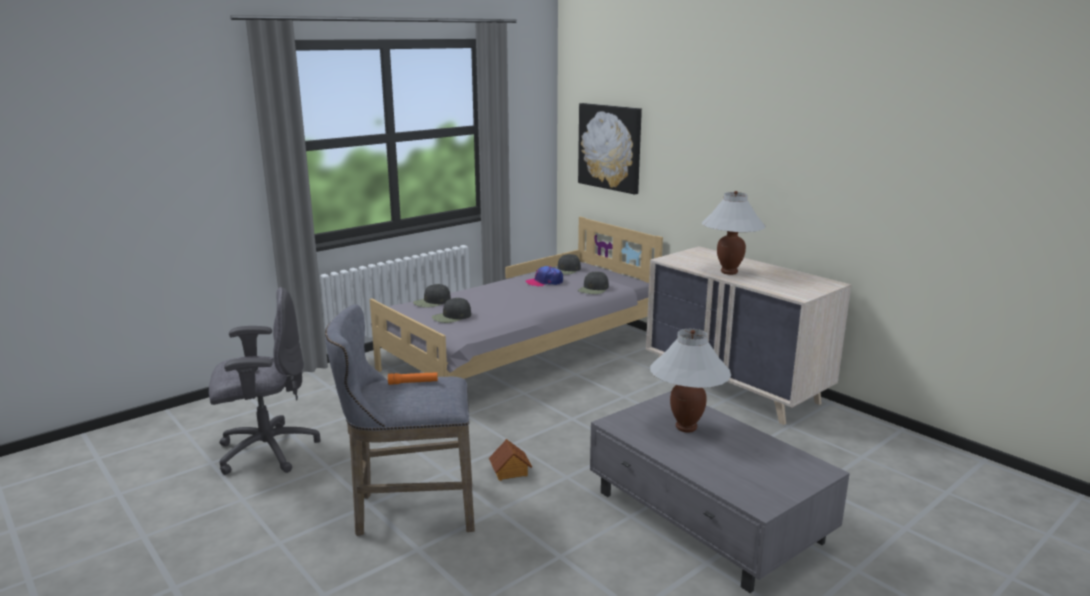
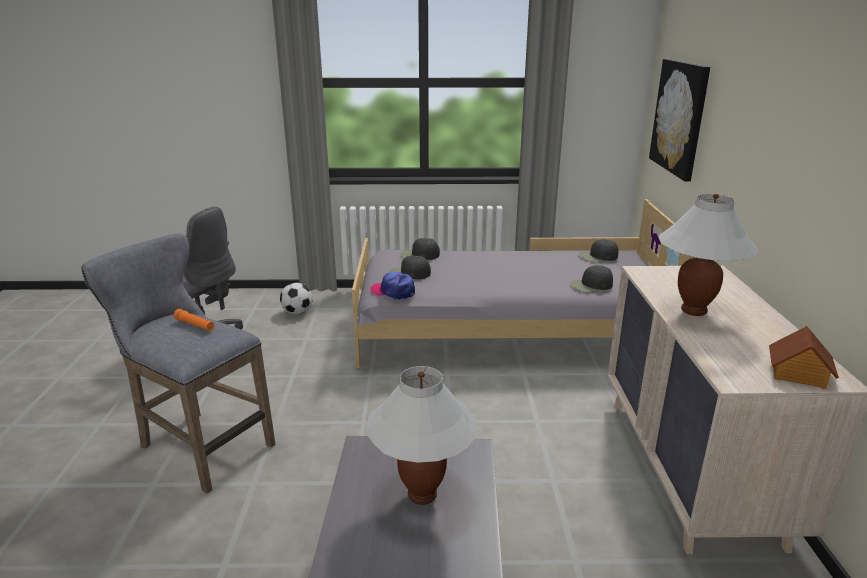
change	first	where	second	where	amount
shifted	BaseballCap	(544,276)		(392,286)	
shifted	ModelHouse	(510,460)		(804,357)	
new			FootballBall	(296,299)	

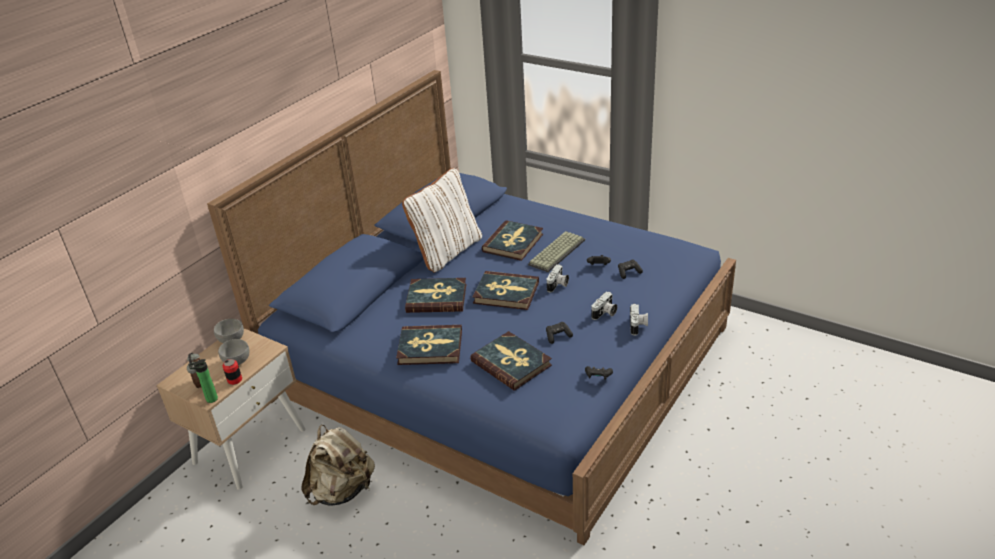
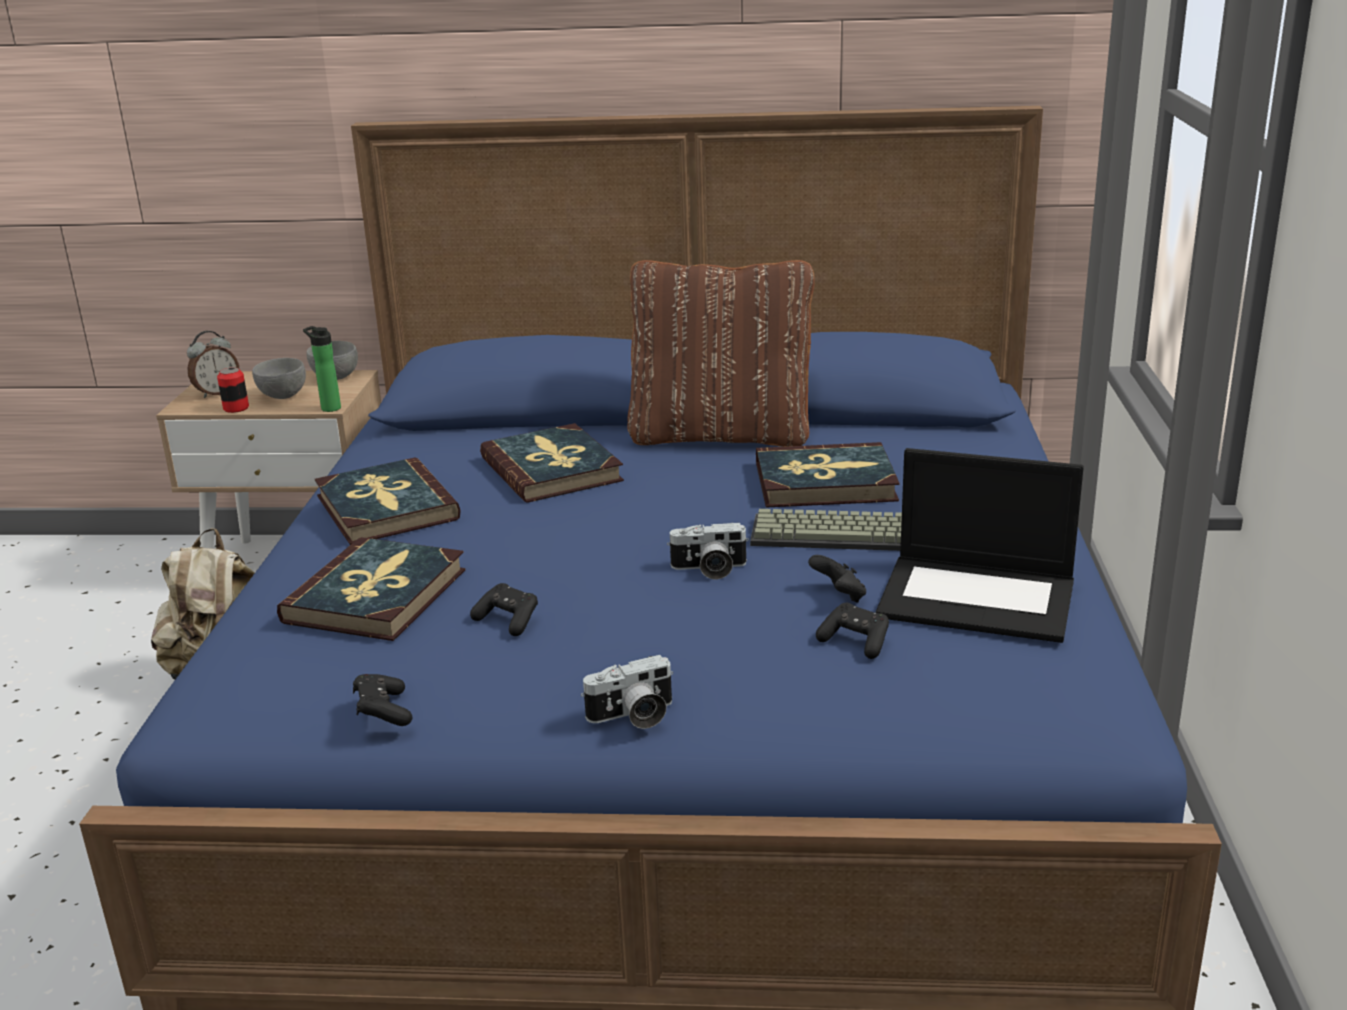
change	first	where	second	where	amount
repainted	WhitishCushion	(442,220)	BrownColouredCushion	(721,353)	
gone	Volume	(505,290)			
gone	PhotoCamera	(604,305)			
shifted	DrinkBottle	(203,381)		(322,369)	
new			Laptop	(980,545)	

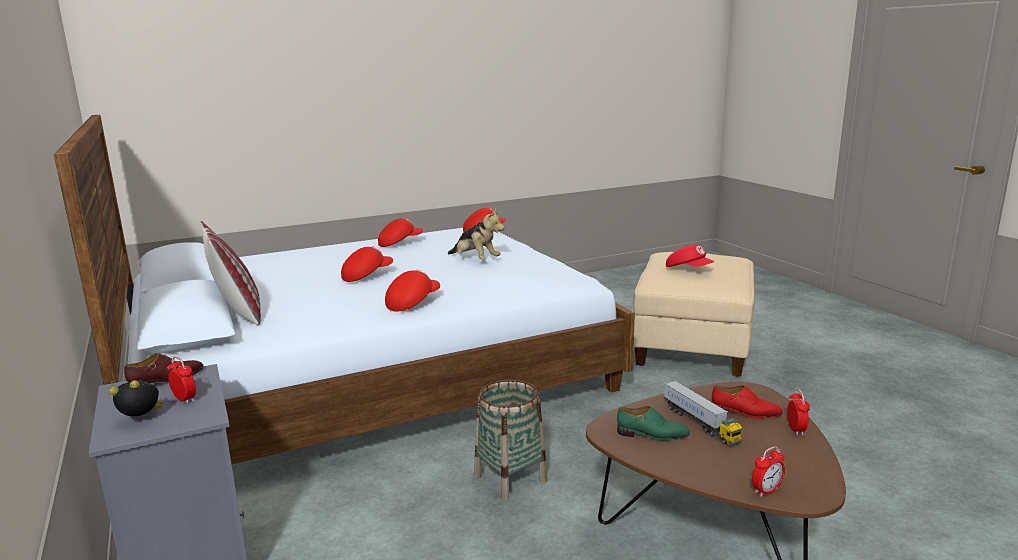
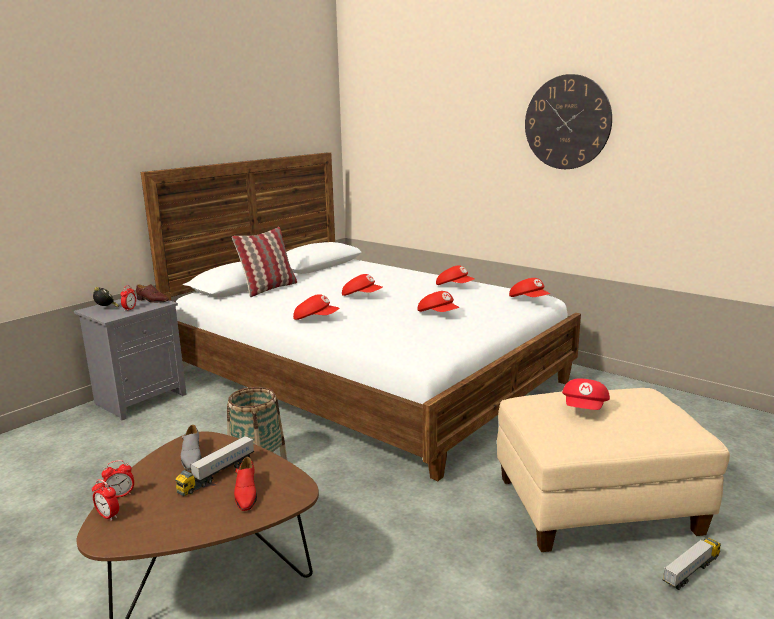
change	first	where	second	where	amount
swapped	CuddlyToy	(476,233)	RedBaseballCap	(439,301)	
shifted	TableClock	(798,412)		(117,479)	
repainted	GreenShoe	(653,423)	GreyShoe	(191,448)	
new			WallClock	(568,121)	
new			ToyTruck	(692,564)	

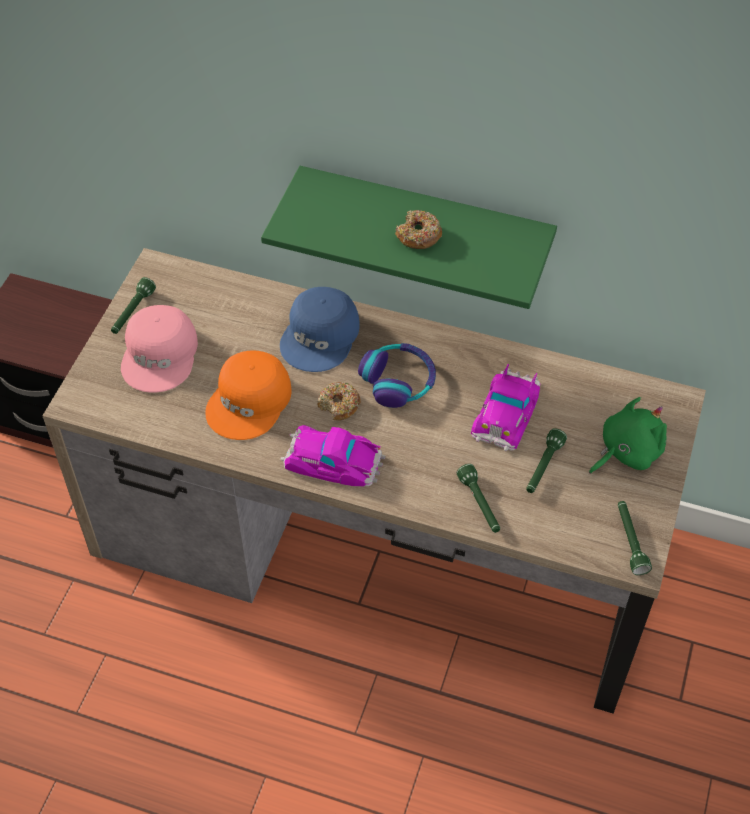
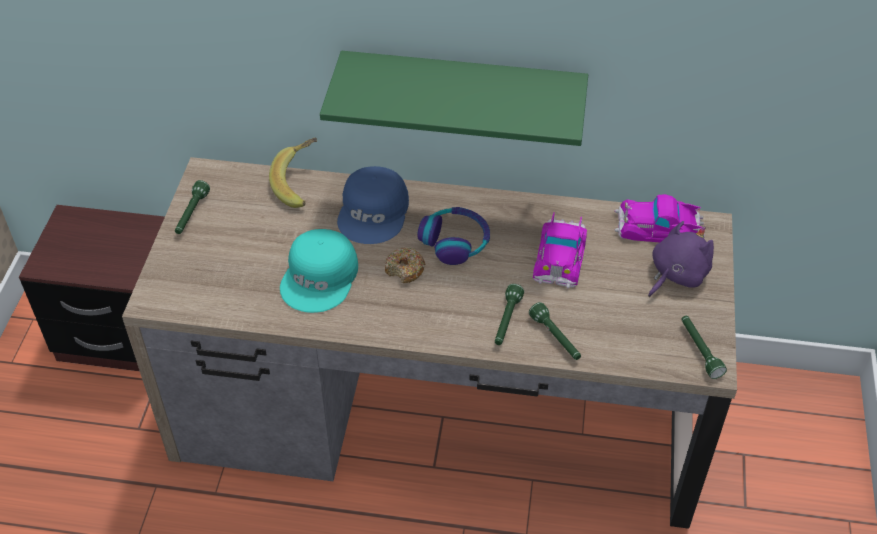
change	first	where	second	where	amount
gone	Donut	(418,229)			
gone	PinkBaseballCap	(159,349)			
repainted	OrangeBaseballCap	(248,395)	TurquoiseBaseballCap	(319,271)	
repainted	GreenCuddlyToy	(628,435)	PurplishCuddlyToy	(681,259)	
shifted	MiniatureCar	(332,455)		(659,218)	
shifted	GreenFlashlight	(546,460)		(509,314)	
new			BananaFruit	(293,172)	

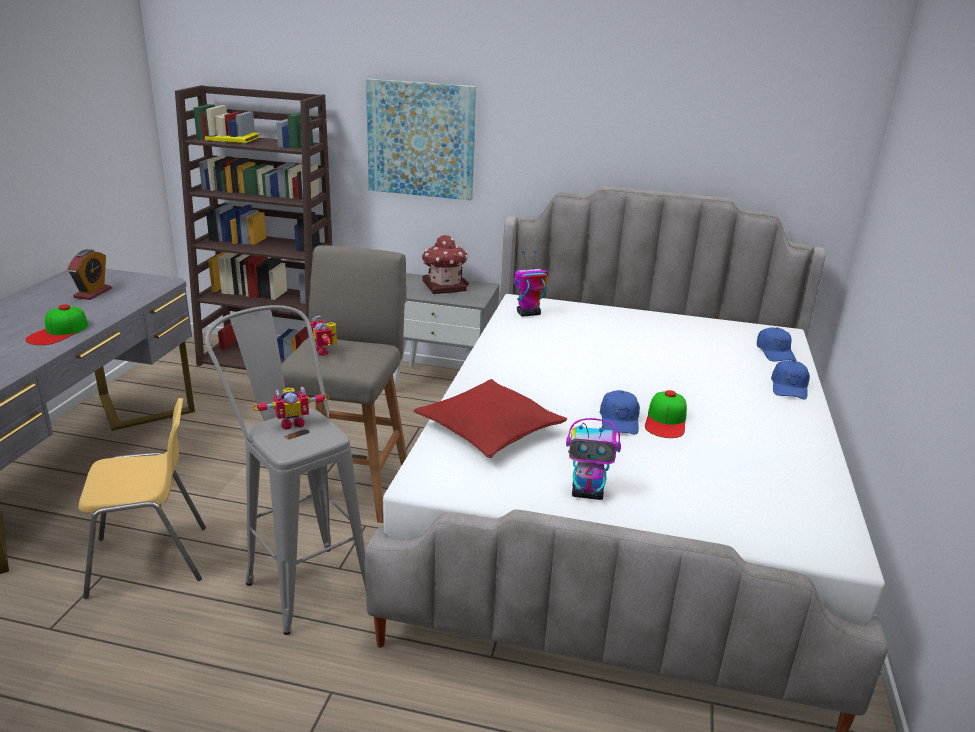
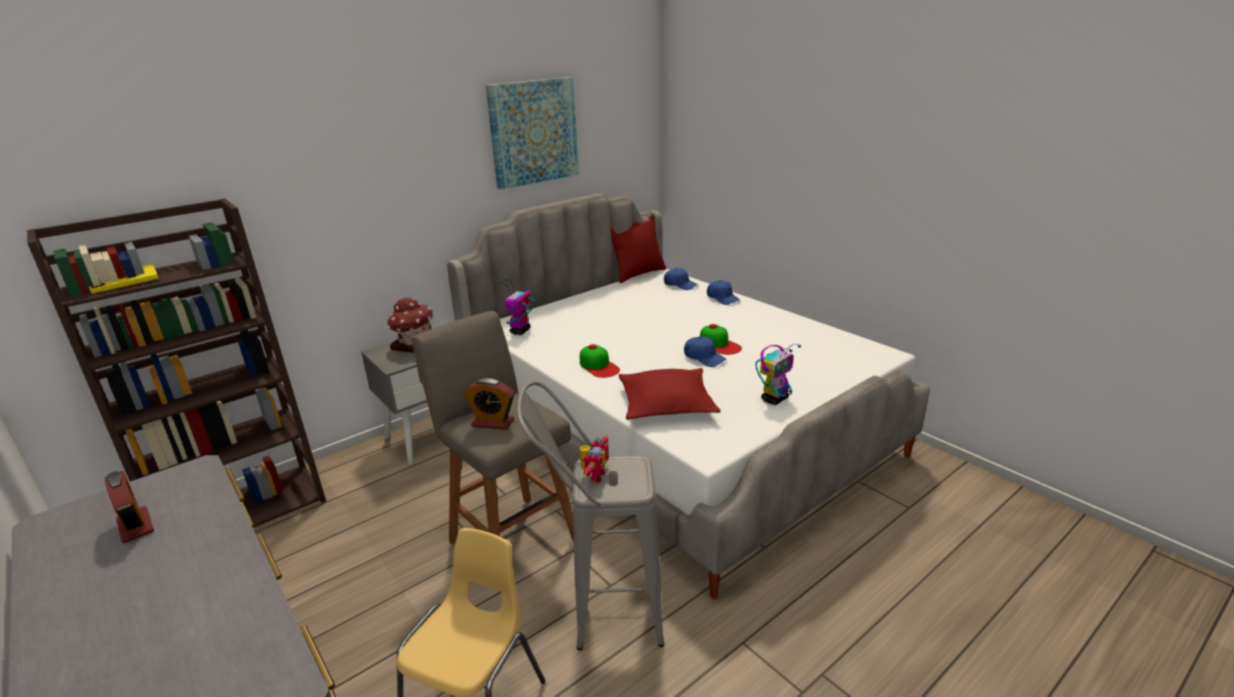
change	first	where	second	where	amount
shifted	Picture	(421,139)		(532,133)	
shifted	BaseballCap	(56,324)		(600,361)	
swapped	ToyRobot	(323,336)	TableClock	(489,404)	
new			RedCushion	(638,248)	

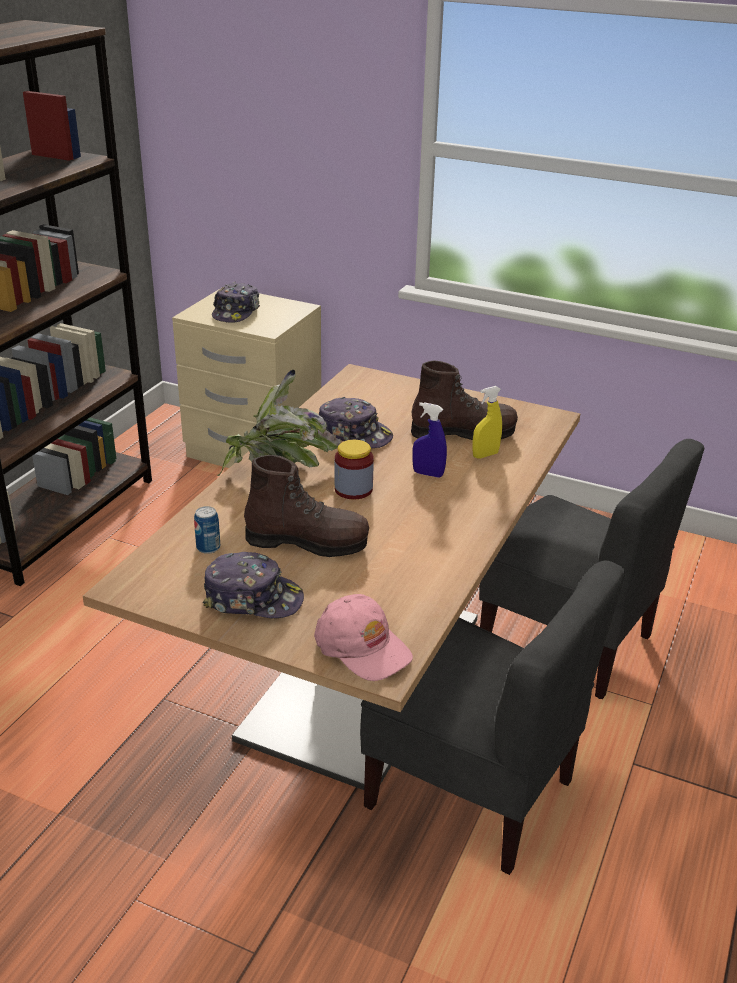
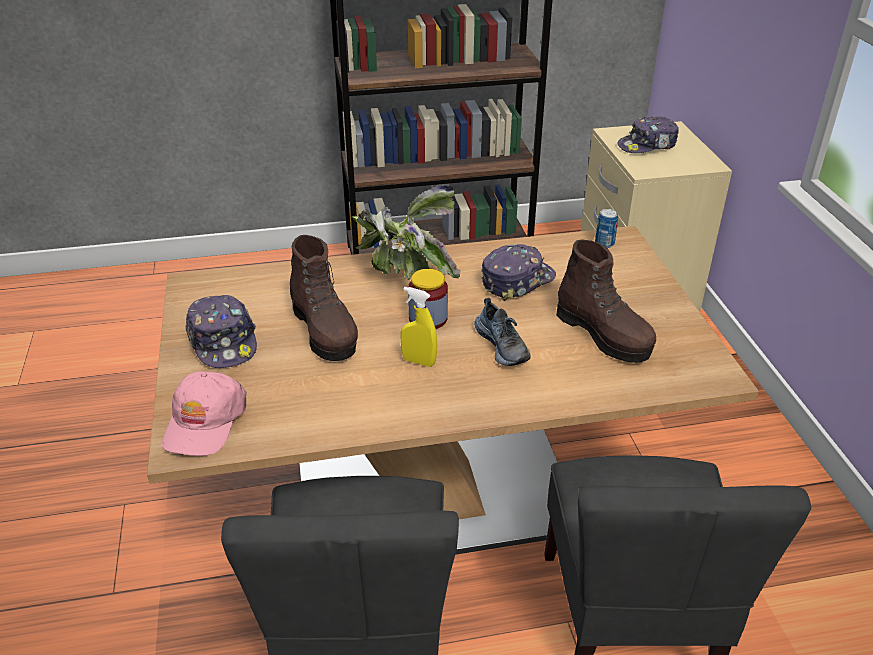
change	first	where	second	where	amount
shifted	YellowSprayer	(487,422)		(418,327)	
rotated	BaseballCap	(356,422)		(518,272)	120 degrees counterclockwise
swapped	BluishSprayer	(429,439)	Shoe	(502,332)	
shifted	Can	(207,530)		(606,228)	

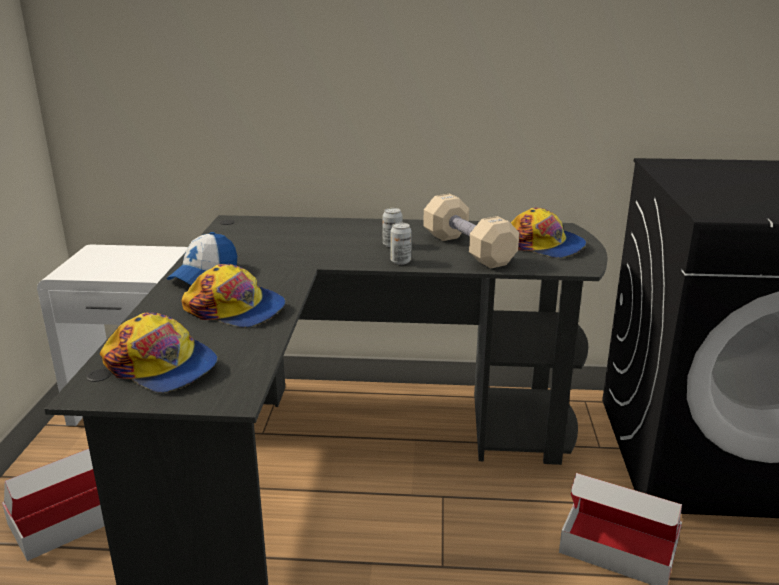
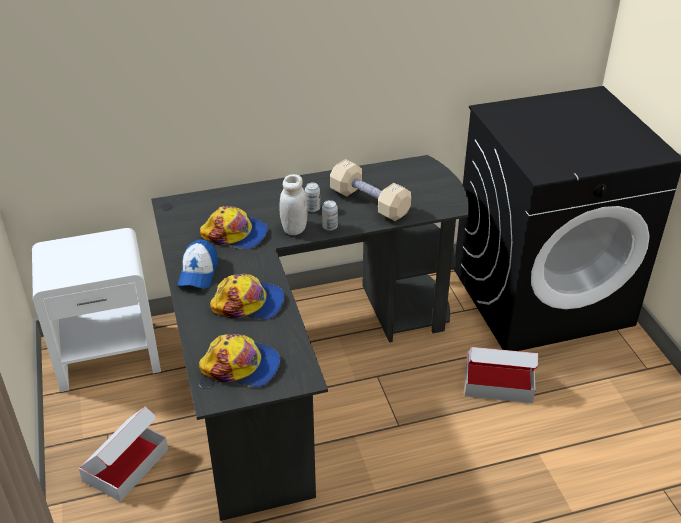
change	first	where	second	where	amount
shifted	BaseballCap	(548,233)		(234,227)	
new			WhitishStorageJar	(293,204)	

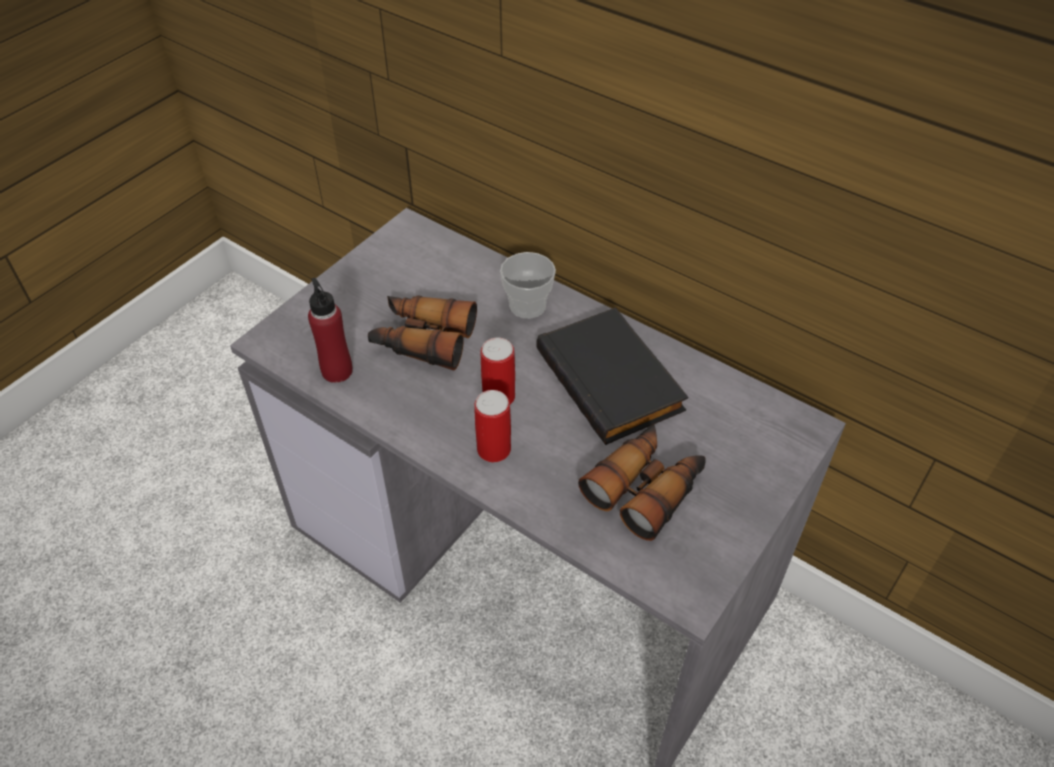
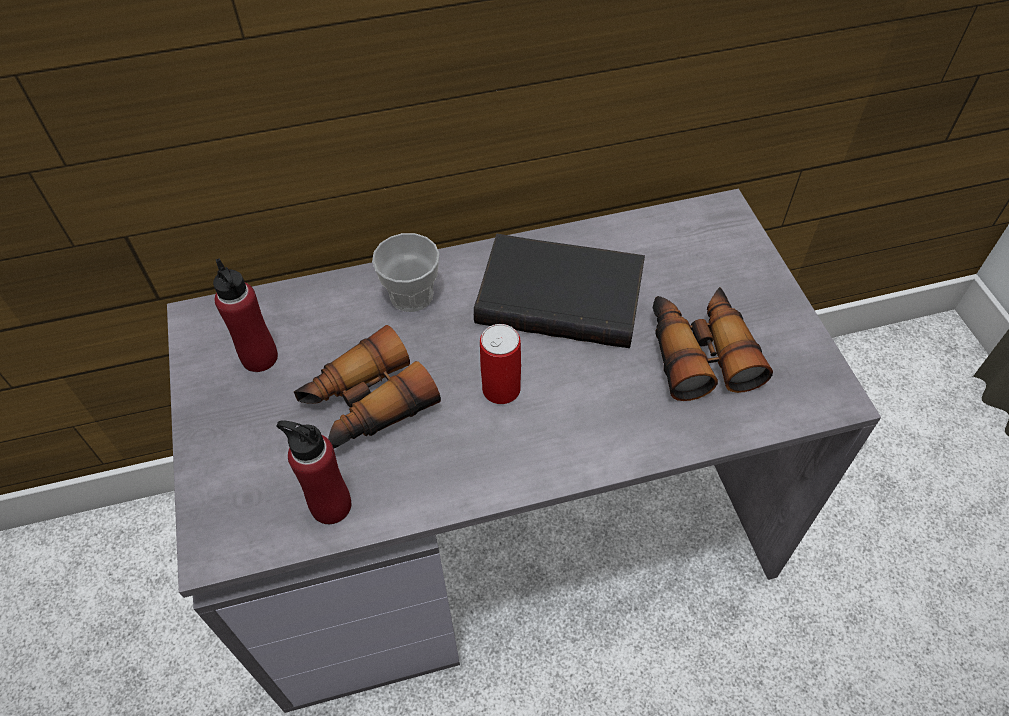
change	first	where	second	where	amount
gone	Can	(492,426)			
new			RedDrinkBottle	(245,315)	

